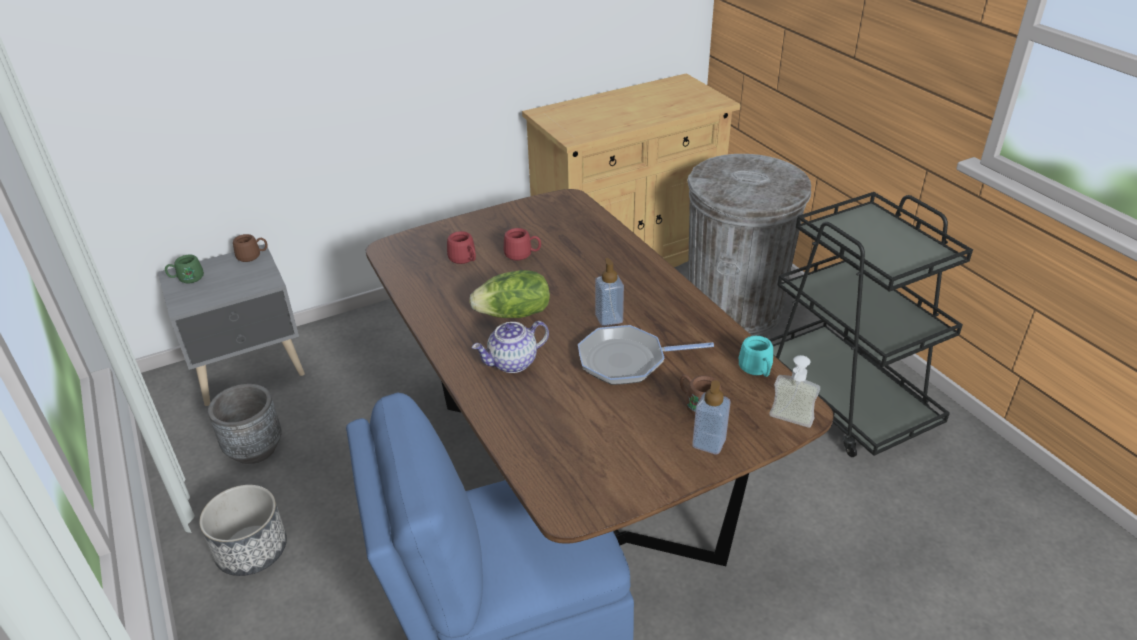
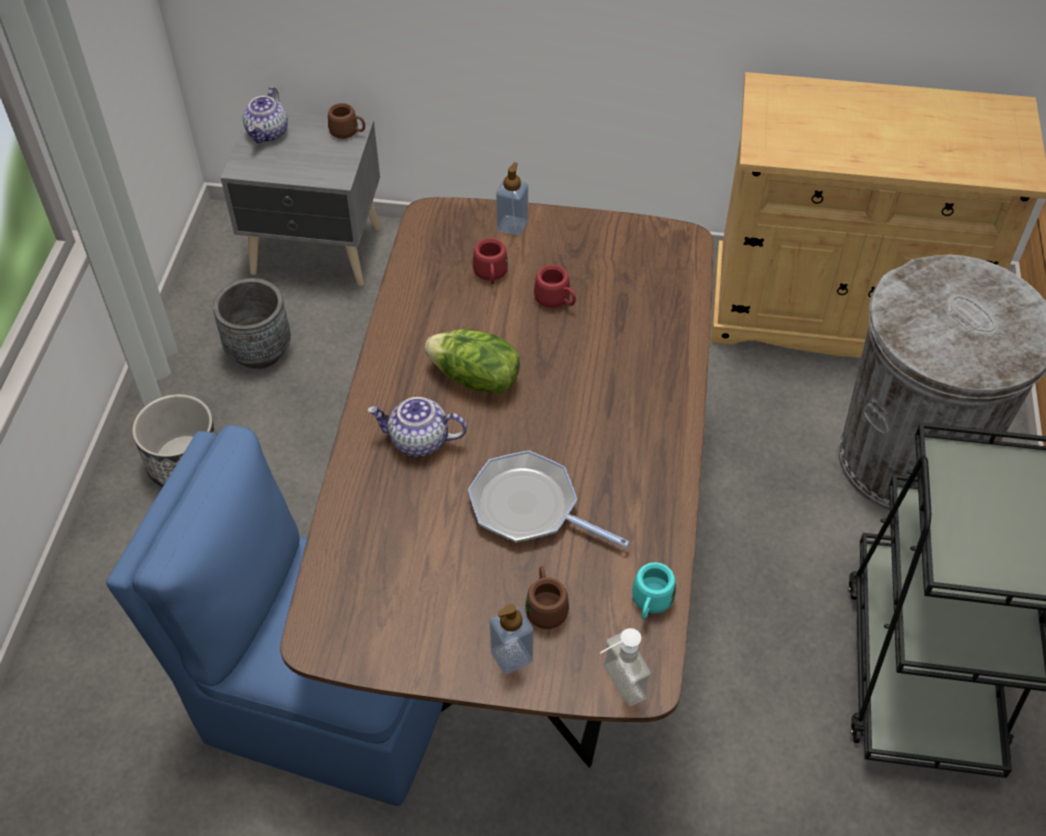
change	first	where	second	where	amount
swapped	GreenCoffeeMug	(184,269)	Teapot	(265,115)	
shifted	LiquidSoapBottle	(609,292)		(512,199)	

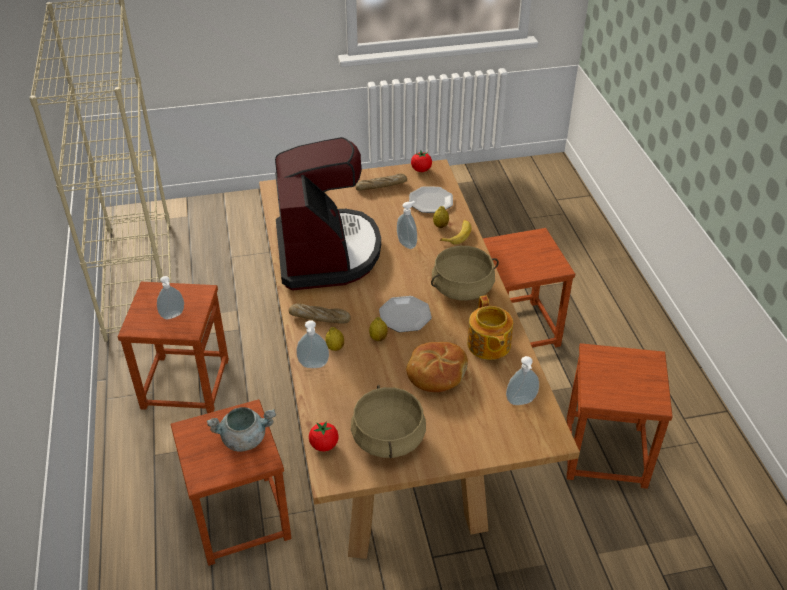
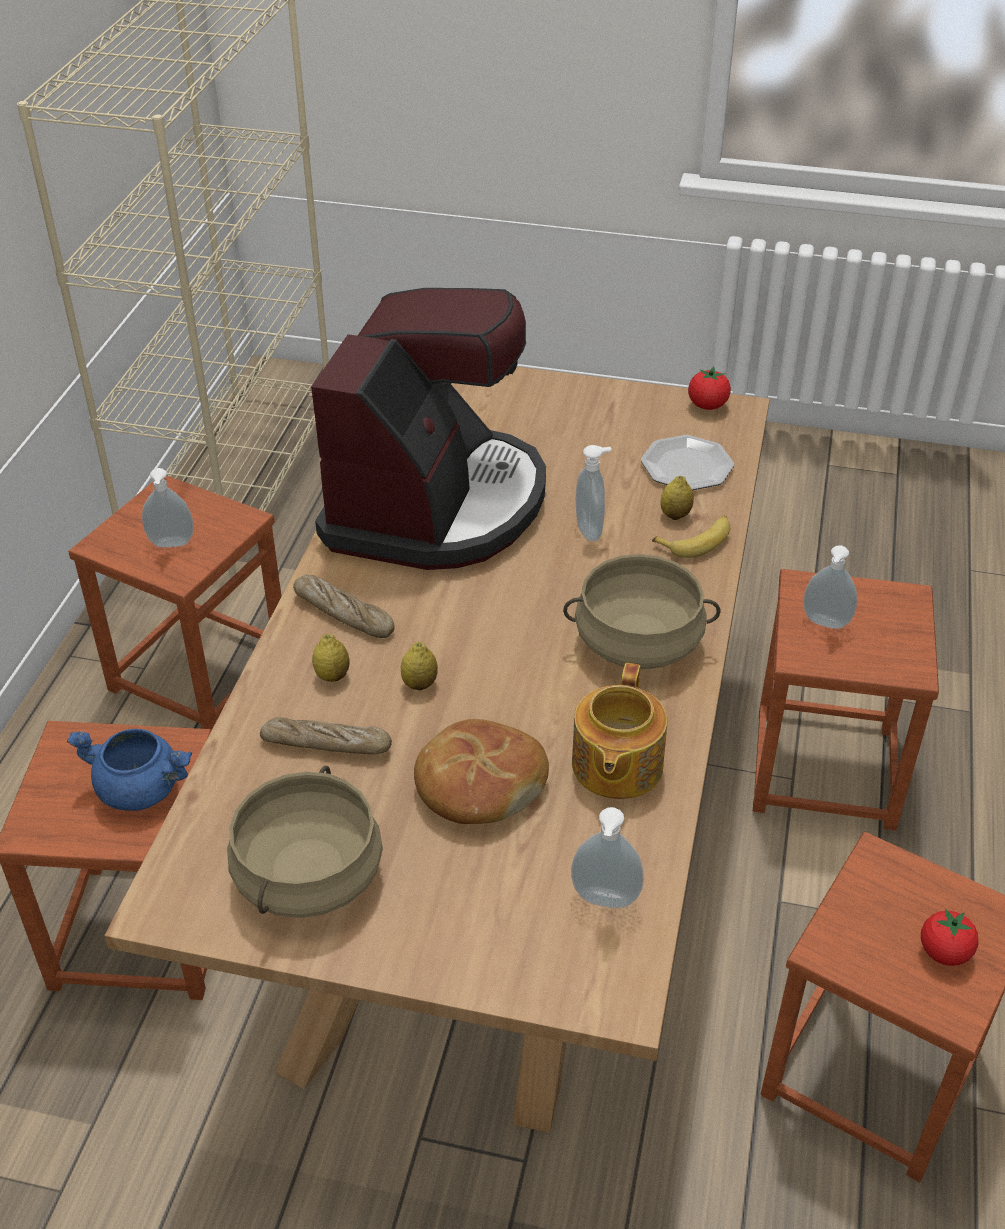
change	first	where	second	where	amount
shifted	Bread	(381,182)		(326,735)	
gone	FlatDish	(405,314)			
shifted	LiquidSoapBottle	(312,344)		(830,587)	
repainted	GreyStockpot	(241,429)	BluishStockpot	(129,770)	
shifted	FreshTomato	(324,436)		(949,937)	

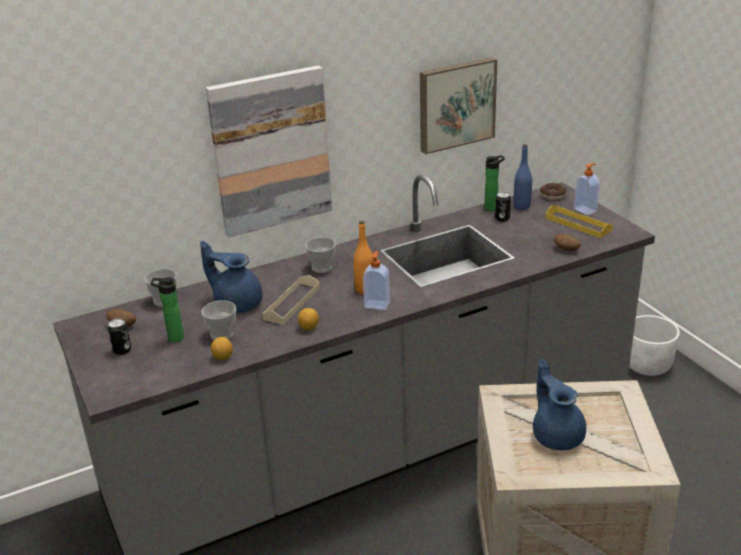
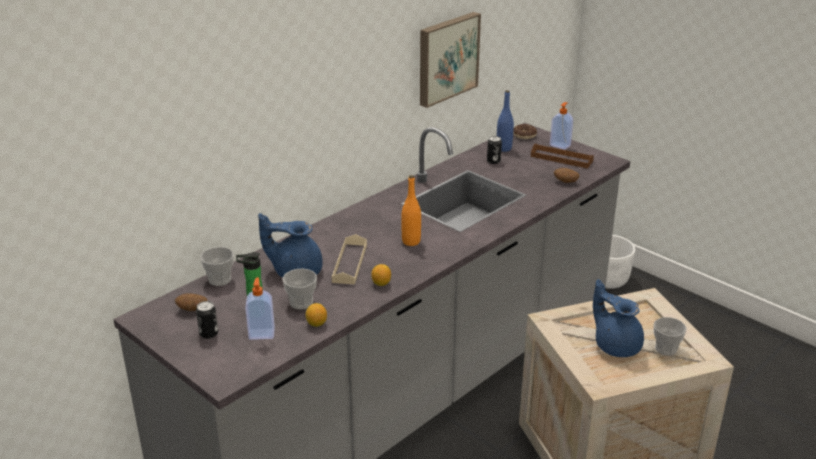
change	first	where	second	where	amount
gone	Picture	(269,151)			
gone	DrinkBottle	(495,183)			
repainted	YellowServingTray	(579,221)	BrownColouredServingTray	(562,156)	
shifted	SmallCup	(320,255)		(670,336)	
shifted	LiquidSoapBottle	(376,280)		(260,308)	

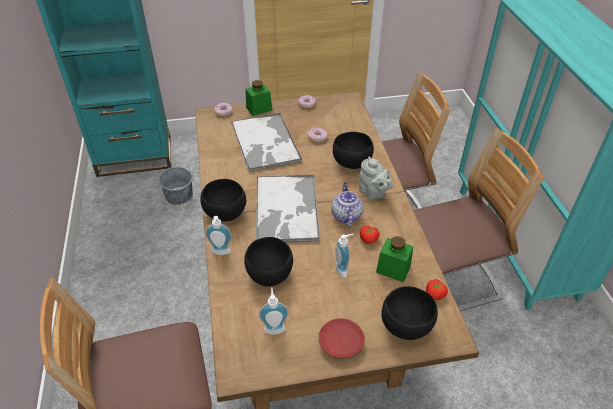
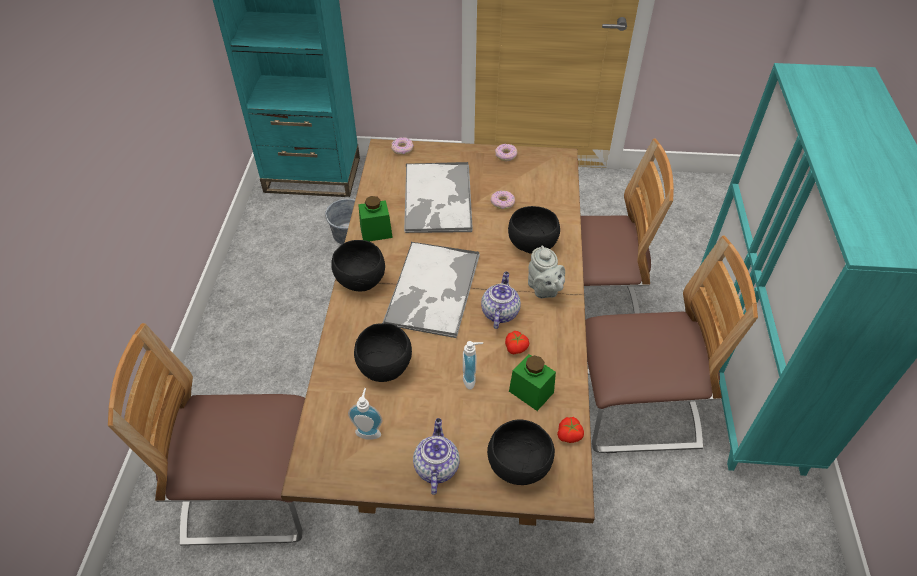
change	first	where	second	where	amount
shifted	GreenStorageJar	(259,98)		(375,218)	
gone	LiquidSoapBottle	(218,235)			
swapped	RedFlatDish	(342,338)	Teapot	(436,456)	

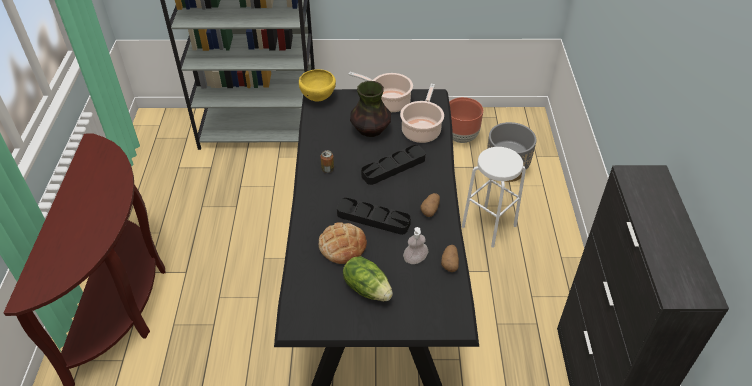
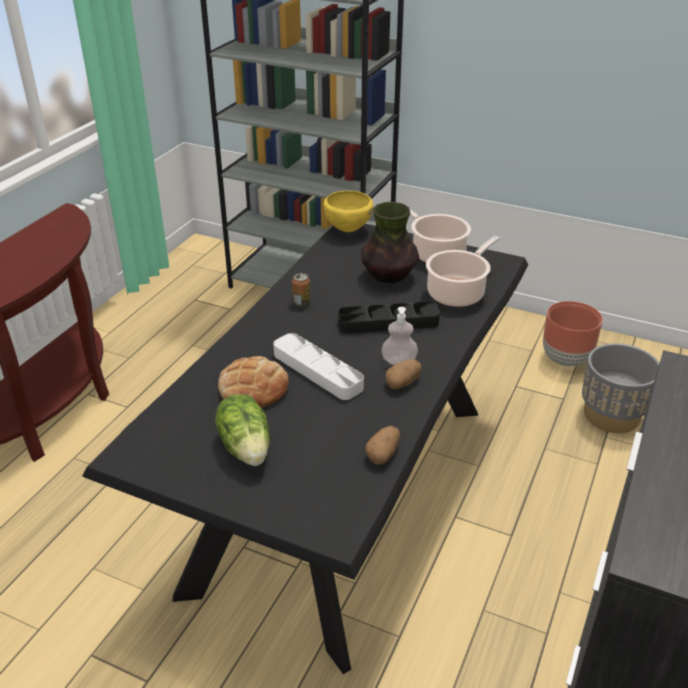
change	first	where	second	where	amount
gone	WhitishStool	(494,197)			
repainted	BlackColouredServingTray	(374,216)	WhitishServingTray	(318,366)	
shifted	LiquidSoapBottle	(415,245)		(399,336)	

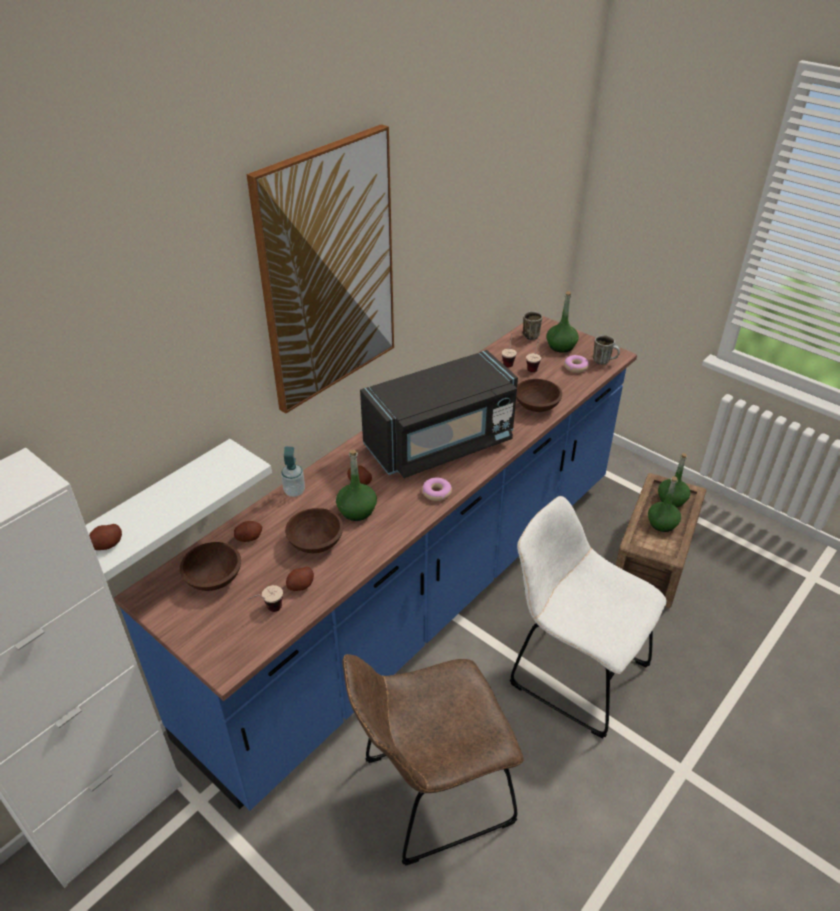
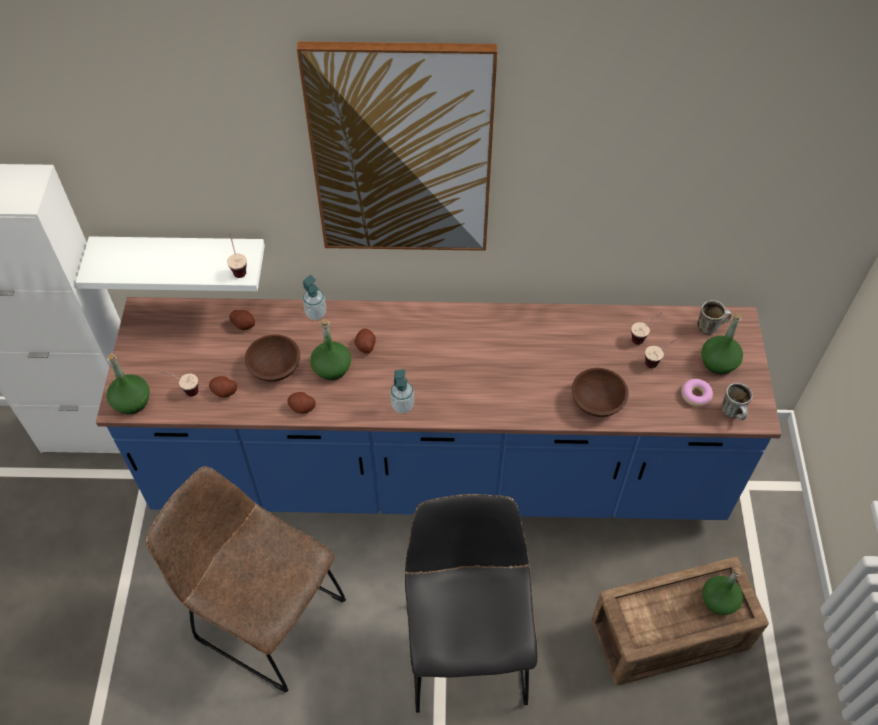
change	first	where	second	where	amount
gone	BlackColouredMicrowave	(439,414)			
shifted	GreenDrinkBottle	(664,504)		(128,383)	
swapped	Donut	(437,489)	LiquidSoapBottle	(402,391)	
repainted	WhitishUprightChair	(588,617)	BlackColouredUprightChair	(471,603)	
shifted	Potato	(105,537)		(301,402)	
gone	BrownColouredDeepDish	(210,566)			
new			SmallCup	(237,255)	

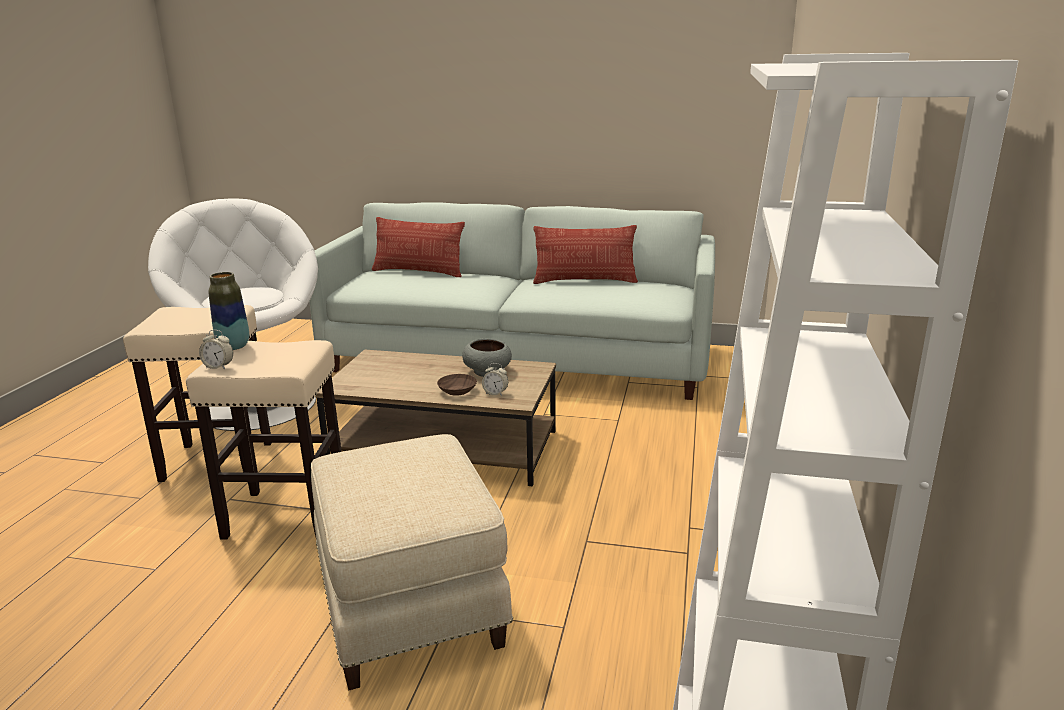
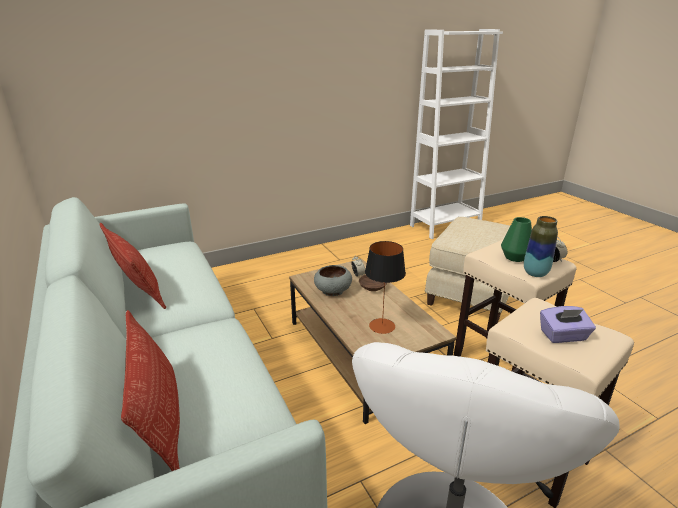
change	first	where	second	where	amount
new			GreenDecorativeVase	(516,239)	
new			LampForATable	(385,287)	
new			PurplishBoxOfTissues	(568,324)	

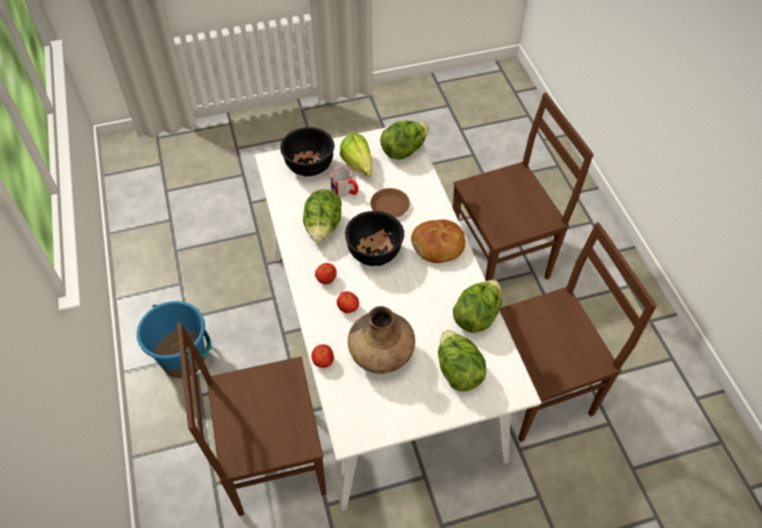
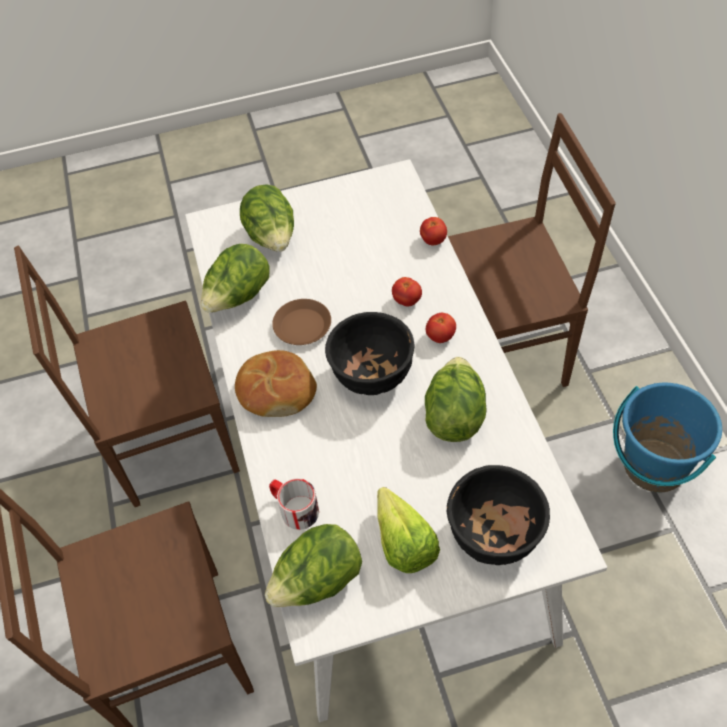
change	first	where	second	where	amount
shifted	CoffeeMug	(344,182)		(294,504)	
shifted	BrownColouredFlatDish	(390,203)		(301,322)	
gone	BrownColouredDecorativeVase	(381,340)			

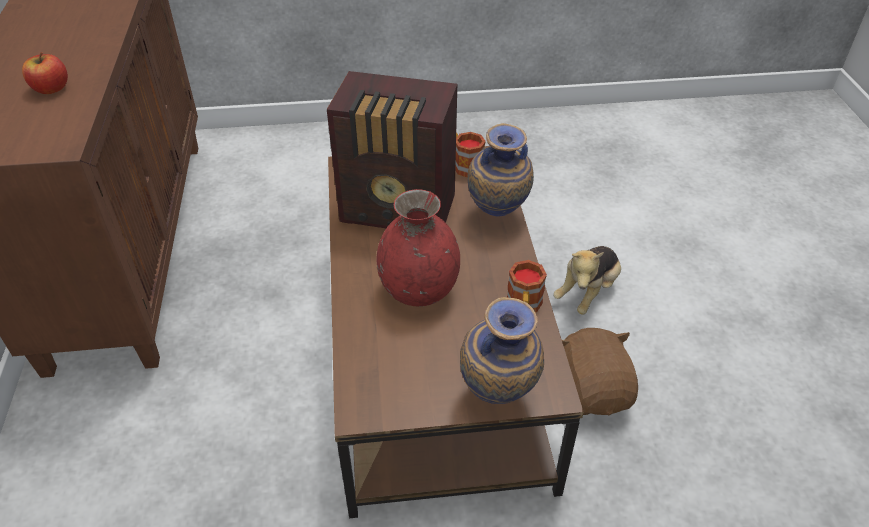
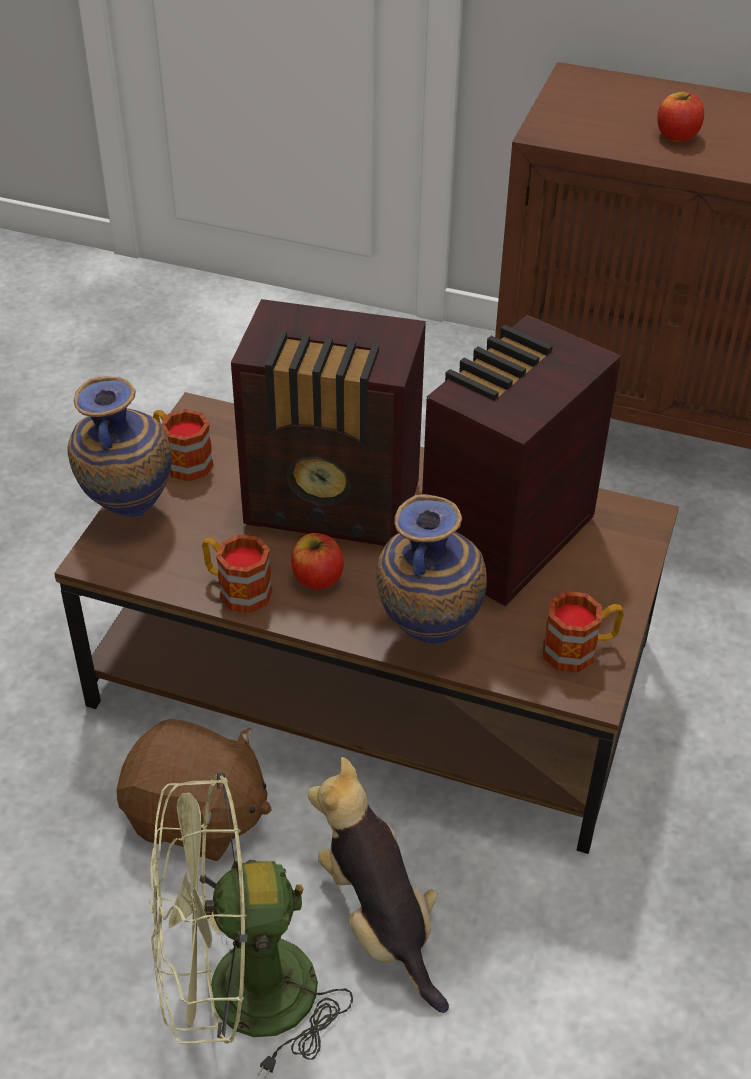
change	first	where	second	where	amount
swapped	RedDecorativeVase	(418,248)	Radio	(328,422)	
new			CoffeeMug	(183,445)	
new			AppleFruit	(317,561)	
new			GreenElectricFan	(251,926)	

